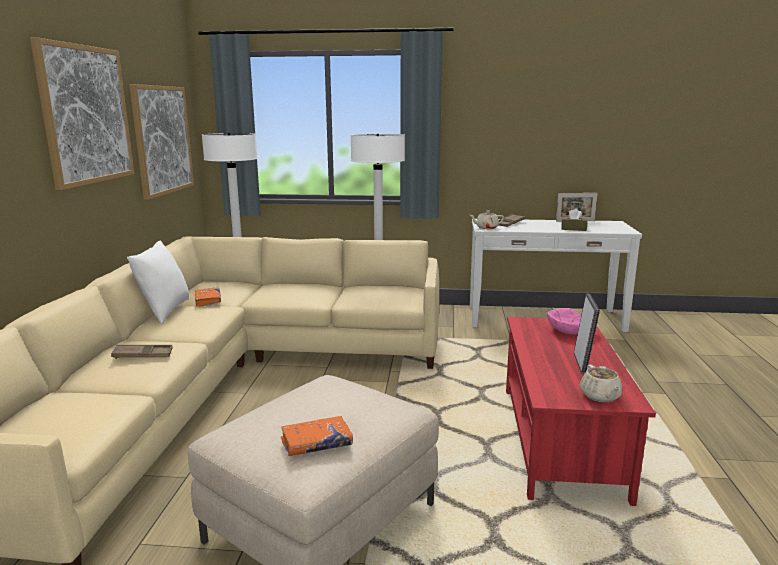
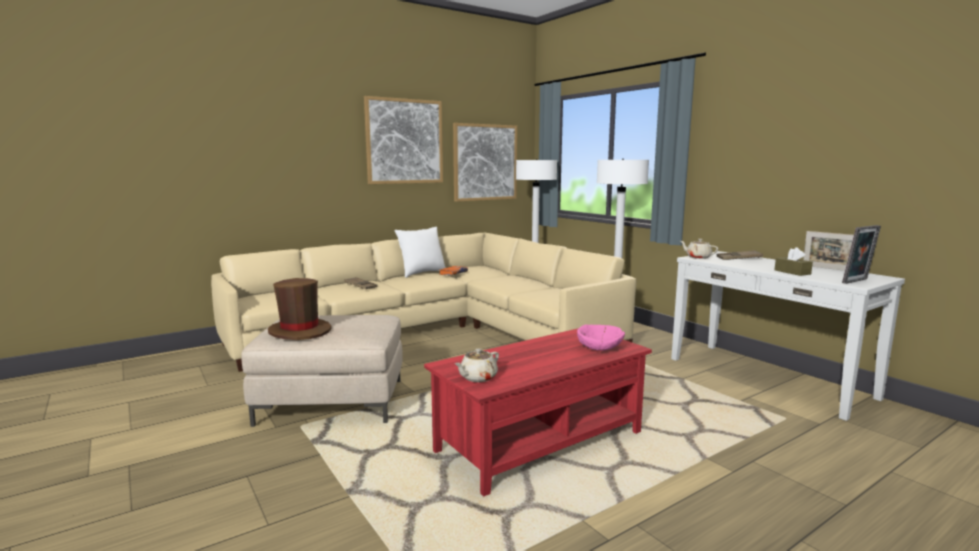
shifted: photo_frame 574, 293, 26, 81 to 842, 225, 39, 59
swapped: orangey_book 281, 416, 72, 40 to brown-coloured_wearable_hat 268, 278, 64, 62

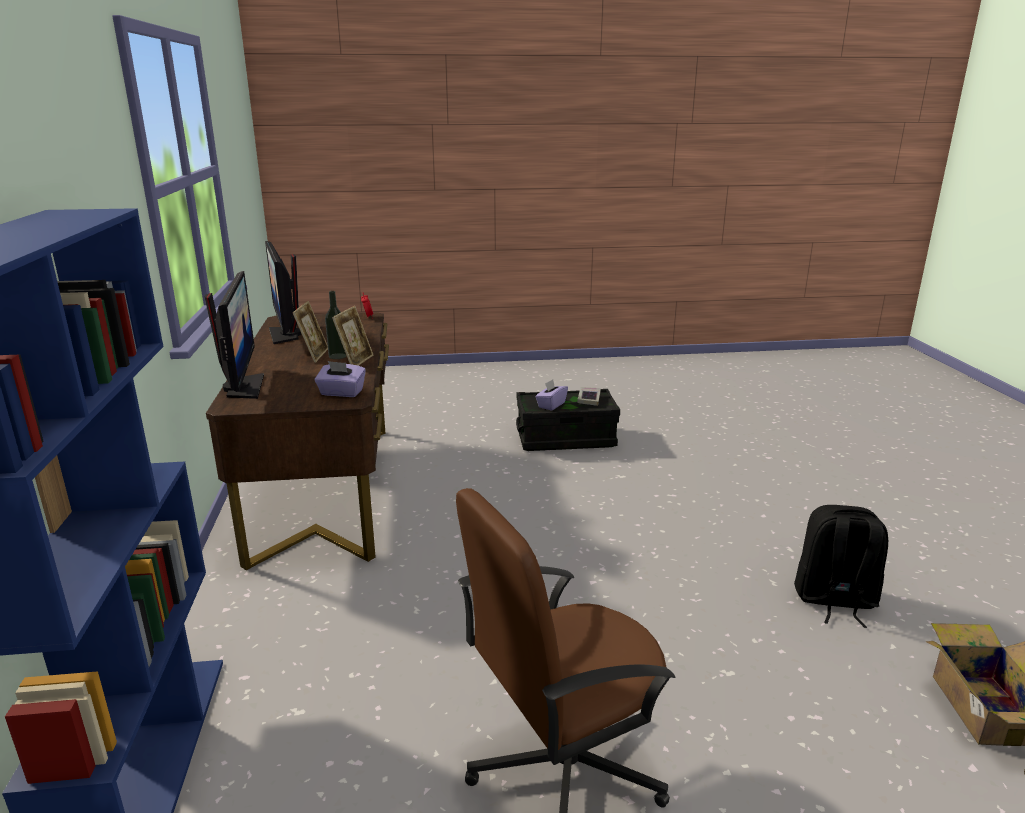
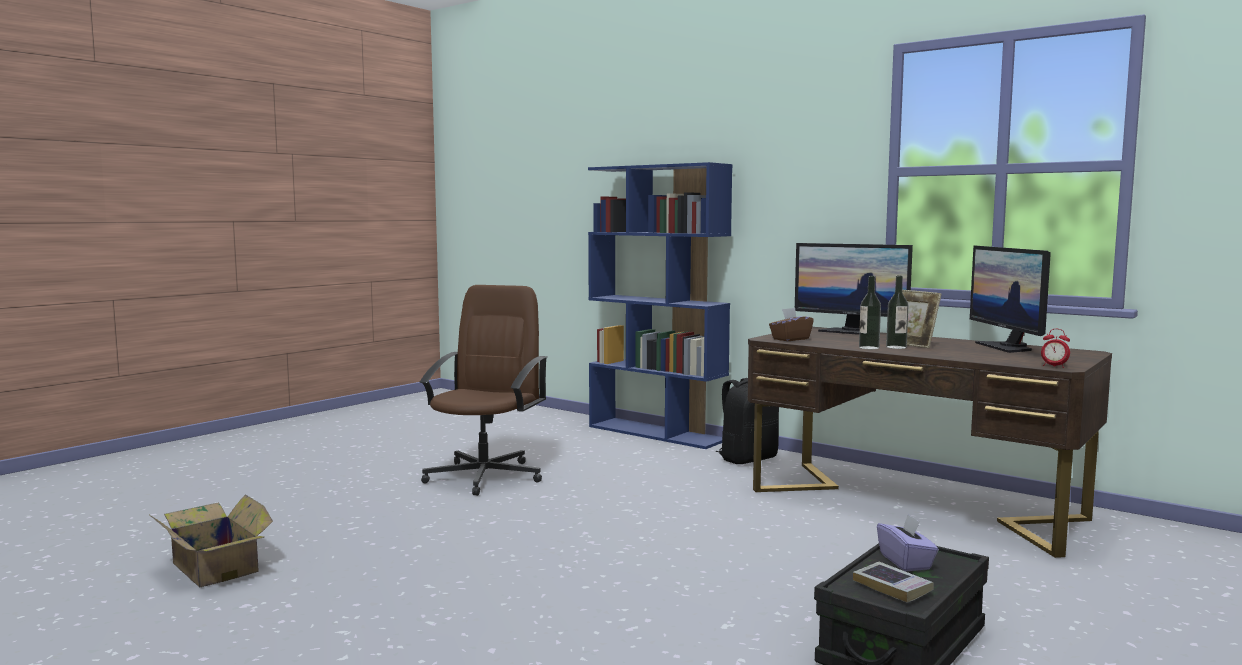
shifted: black-coloured_backpack 794, 505, 94, 123 to 716, 378, 63, 86
swapped: photo_frame 332, 306, 42, 60 to bottle 859, 276, 22, 73
repainted: purple_tissue_box 315, 361, 51, 36 to brown-coloured_tissue_box 769, 308, 45, 33
rotated: computer_display 265, 241, 36, 103 = 970, 246, 81, 107 120 degrees counterclockwise

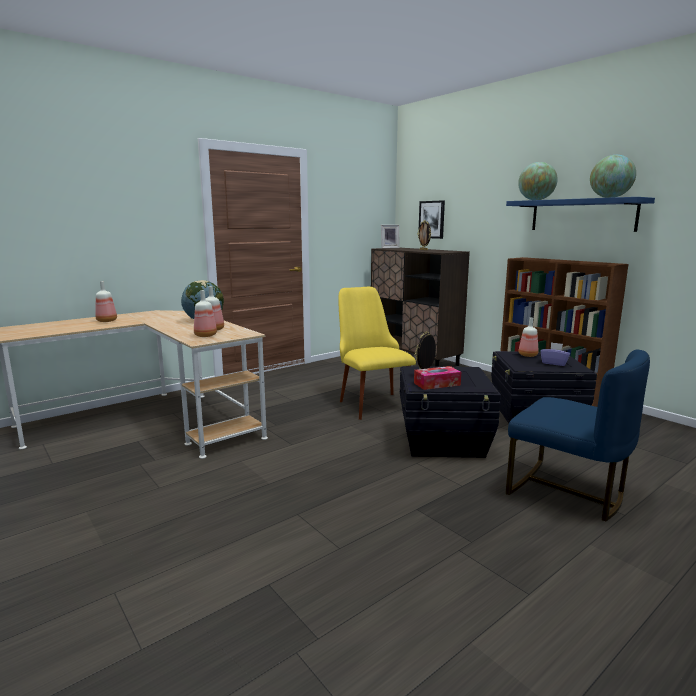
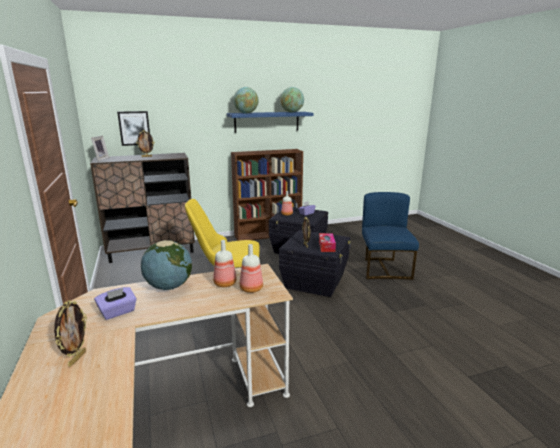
new: purple_tissue_box 94, 287, 43, 33
swapped: bottle 95, 281, 22, 41 to photo_frame 54, 300, 33, 67
rotated: bluish_chair 506, 350, 144, 172 = 362, 192, 57, 88 60 degrees counterclockwise

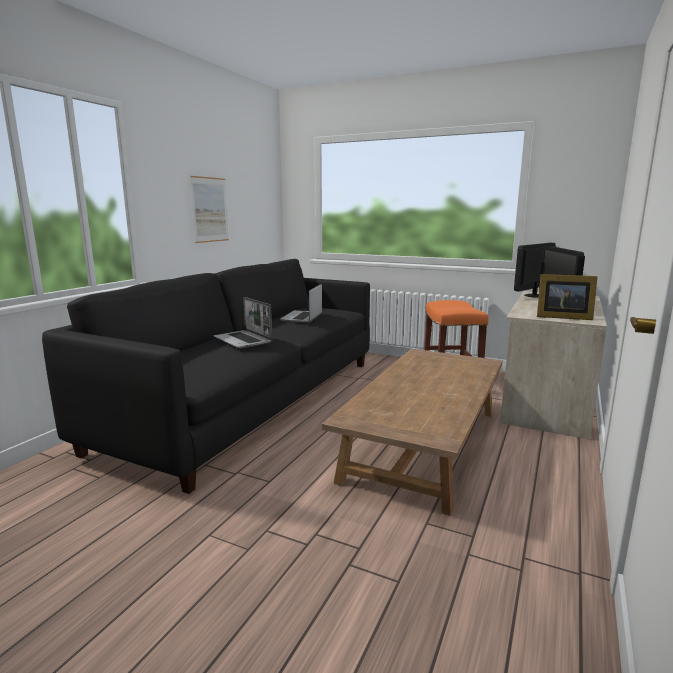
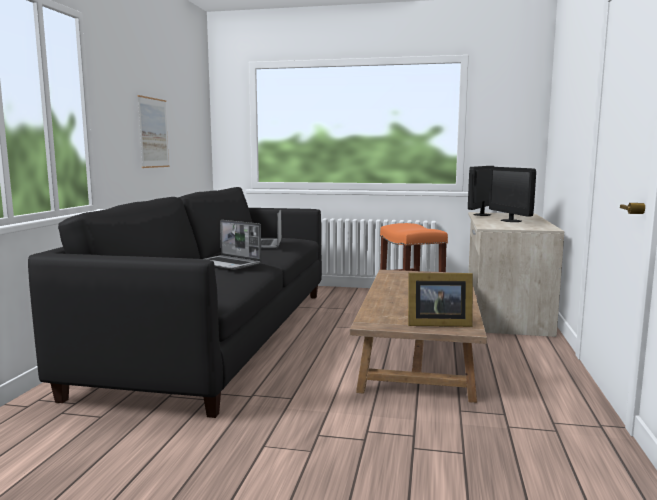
shifted: photo_frame 537, 274, 61, 46 to 408, 273, 65, 54

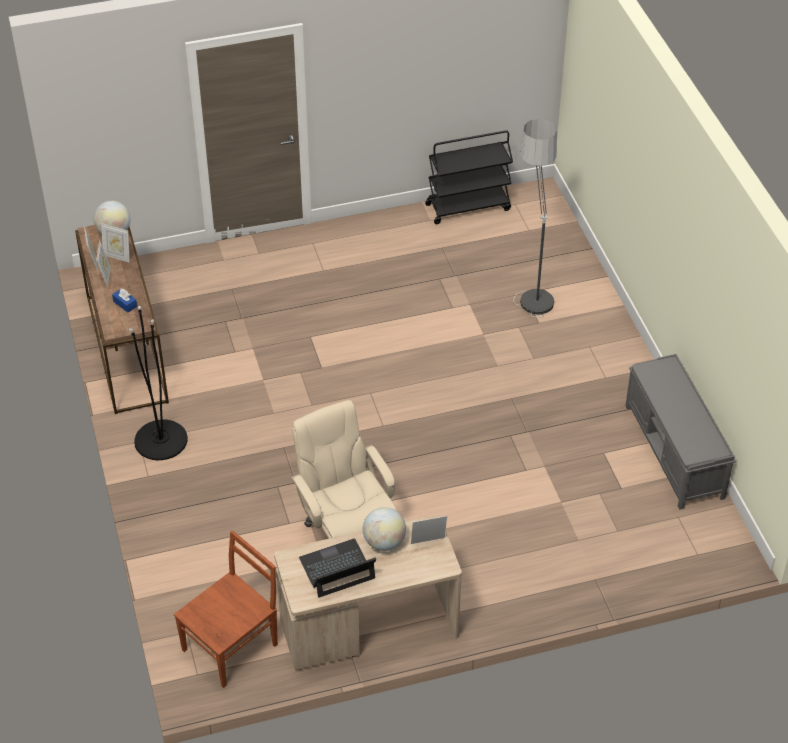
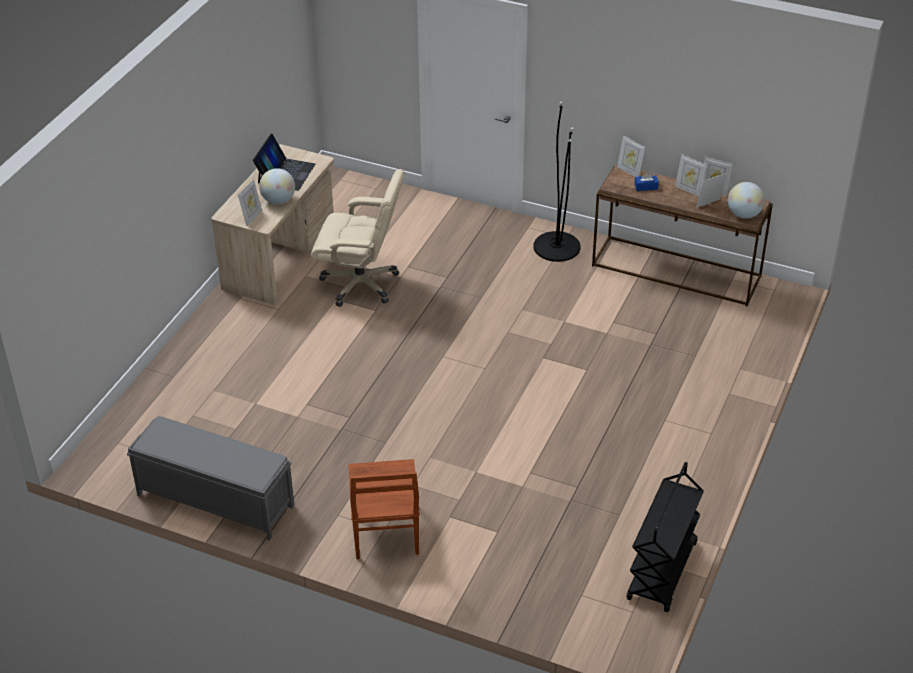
gone: standard_lamp 513, 119, 44, 199
new: photo_frame 617, 136, 28, 41
shifted: brown-coloured_chair 174, 530, 104, 158 to 348, 459, 72, 100

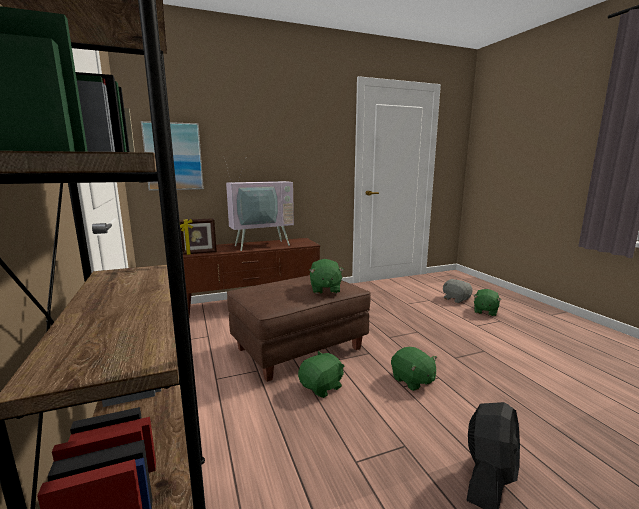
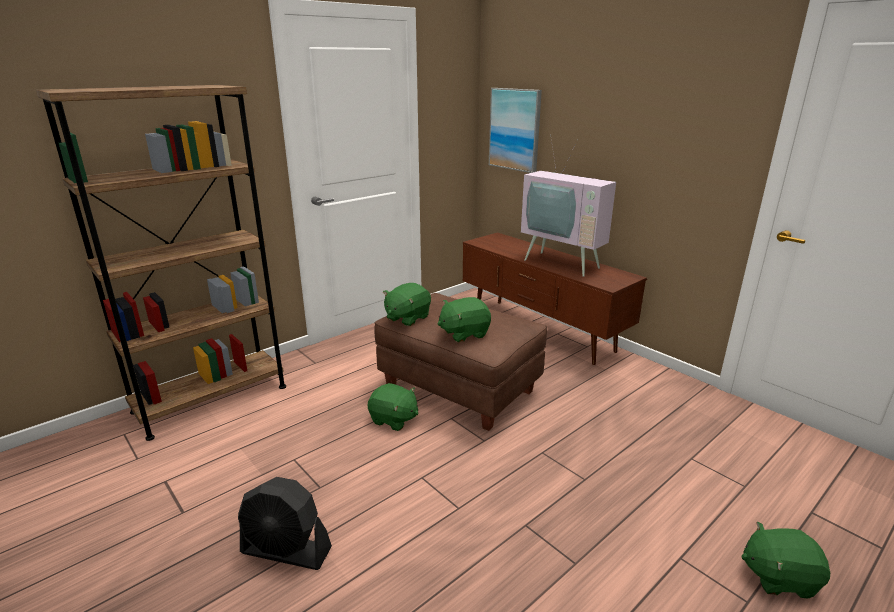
gone: photo_frame 179, 218, 38, 37; greyish_plush_toy 443, 279, 29, 24
shifted: green-coloured_plush_toy 391, 347, 46, 44 to 383, 283, 48, 43

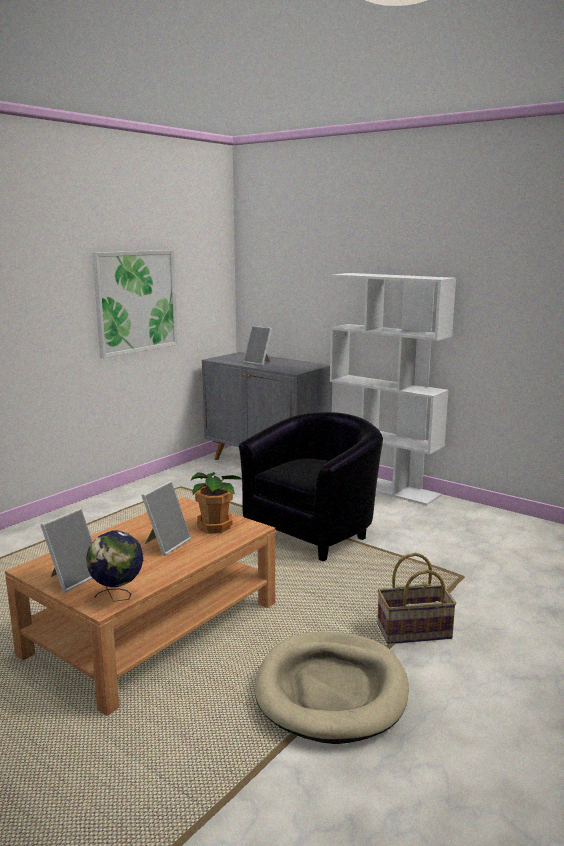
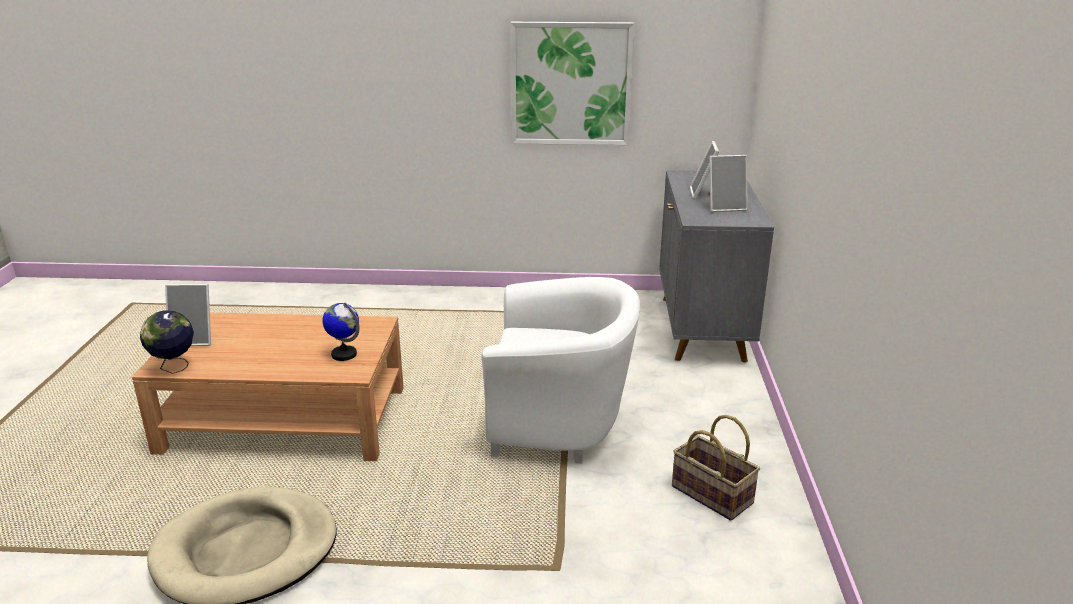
gone: white_shelving_unit 330, 273, 126, 233
shifted: photo_frame 141, 481, 50, 75 to 709, 155, 39, 57; storage_basket 377, 553, 80, 91 to 672, 415, 88, 106
swapped: houseplant 191, 472, 52, 61 to globe 322, 303, 37, 58
repainted: black-coloured_easy_chair 239, 412, 144, 150 to white_easy_chair 481, 277, 159, 187

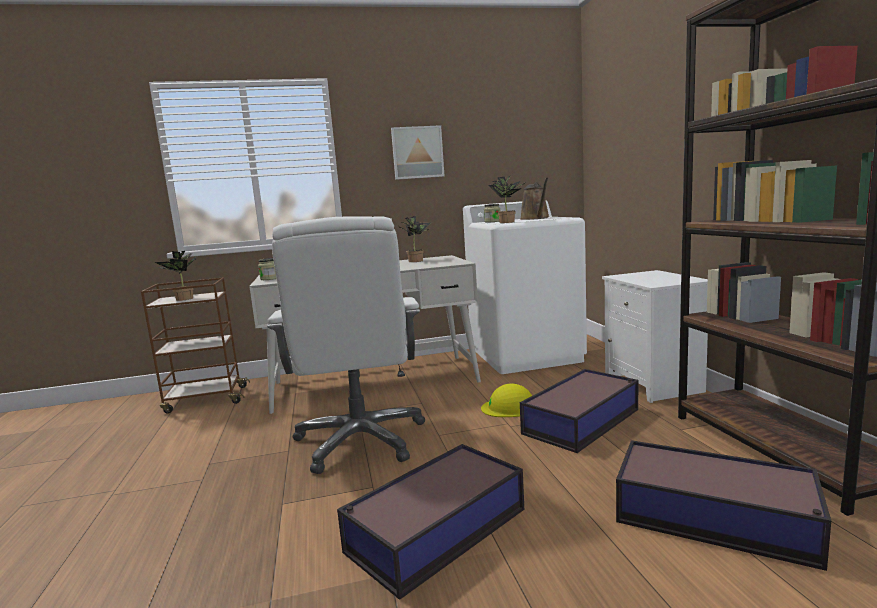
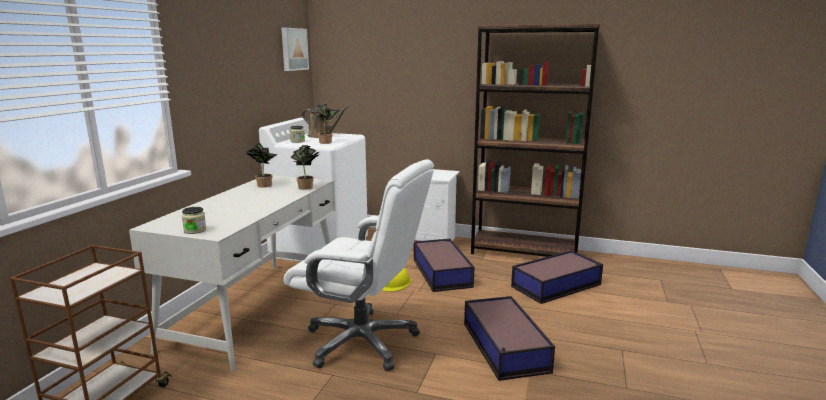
shifted: houseplant 155, 251, 42, 50 to 290, 145, 30, 45; wall_picture 391, 125, 53, 55 to 281, 28, 28, 43

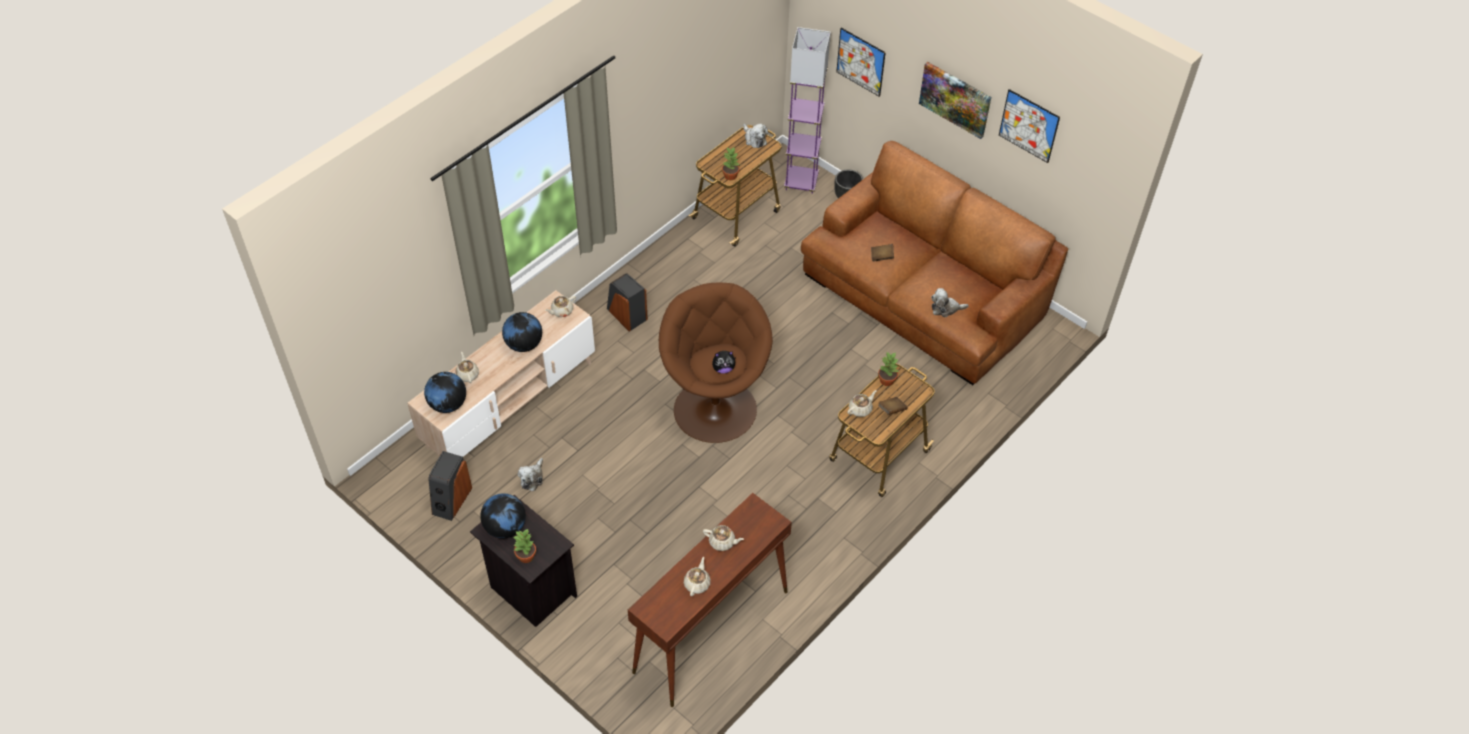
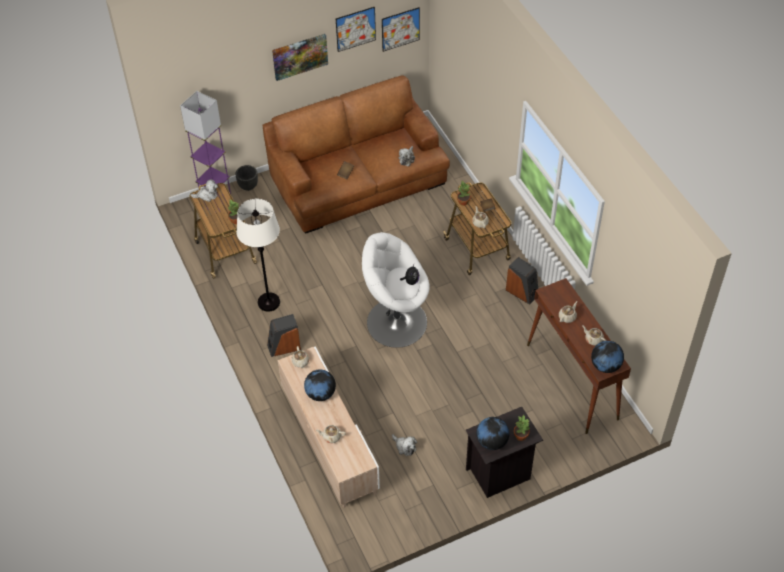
new: white_standard_lamp 236, 199, 44, 113
shifted: globe 424, 372, 42, 41 to 591, 341, 33, 32; audio_speaker 428, 451, 44, 70 to 506, 257, 32, 47; wall_picture 836, 28, 50, 69 to 382, 7, 38, 45
repainted: brown-coloured_easy_chair 659, 283, 114, 160 to white_easy_chair 362, 232, 68, 116

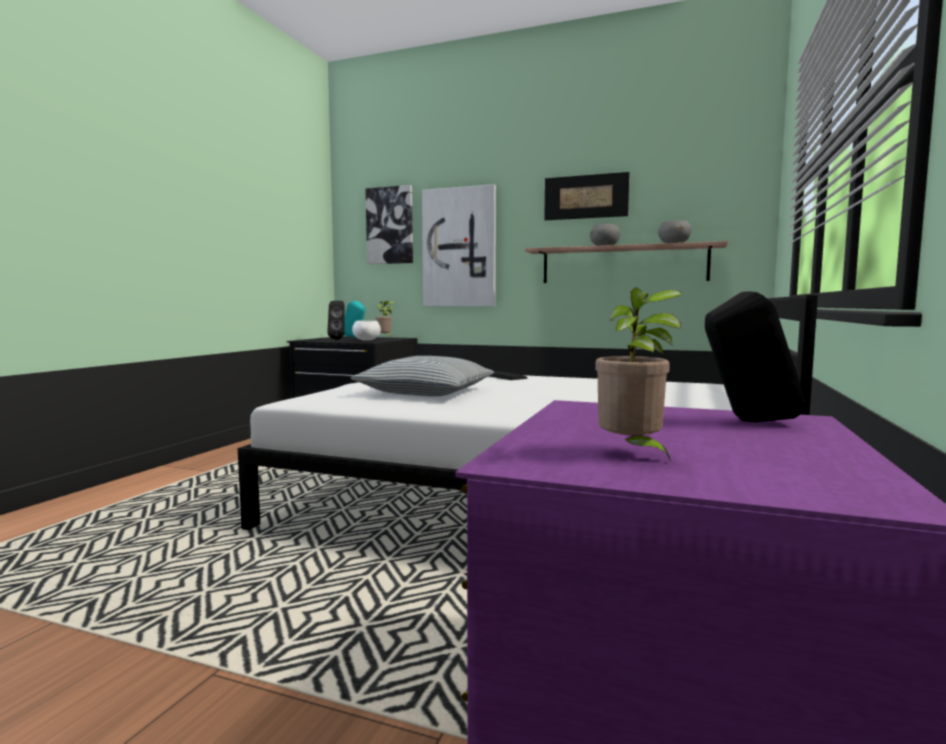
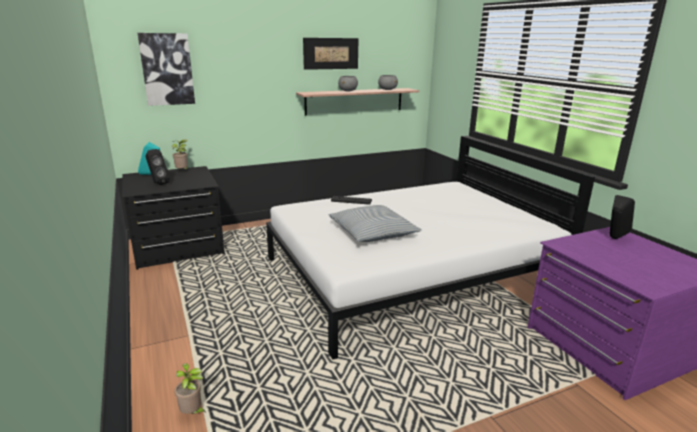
gone: white_bowl 352, 321, 29, 20; wall_picture 422, 184, 74, 123
shifted: houseplant 595, 288, 87, 173 to 175, 363, 31, 51

